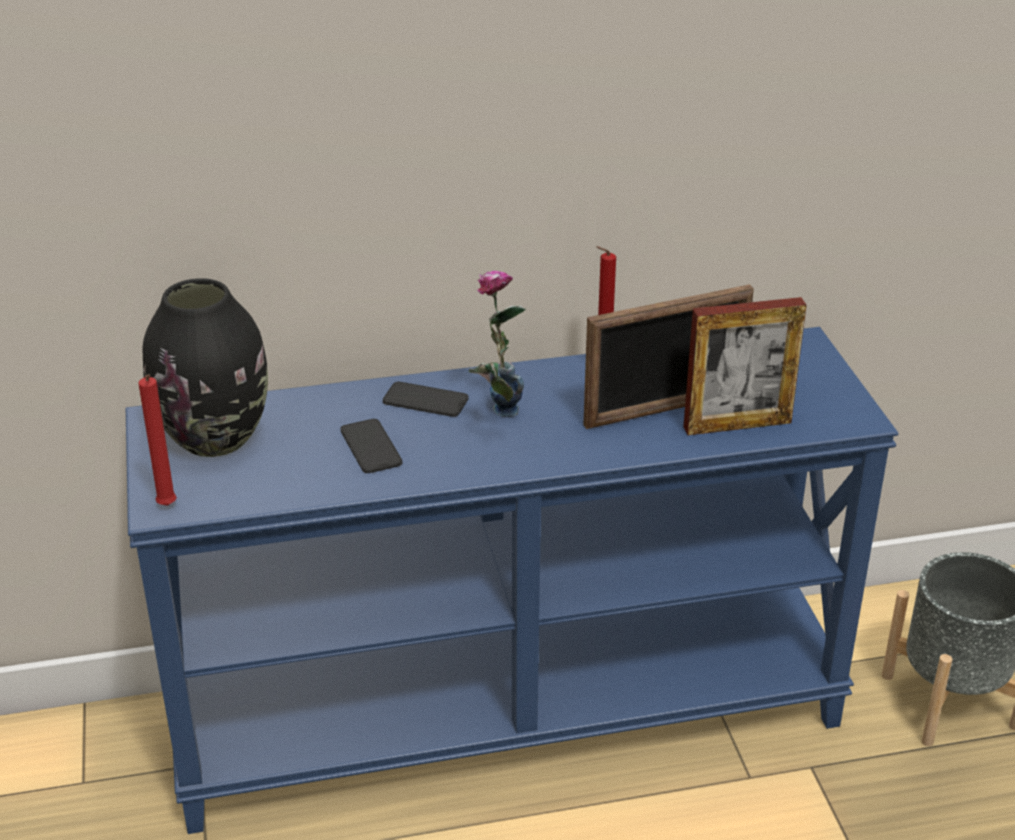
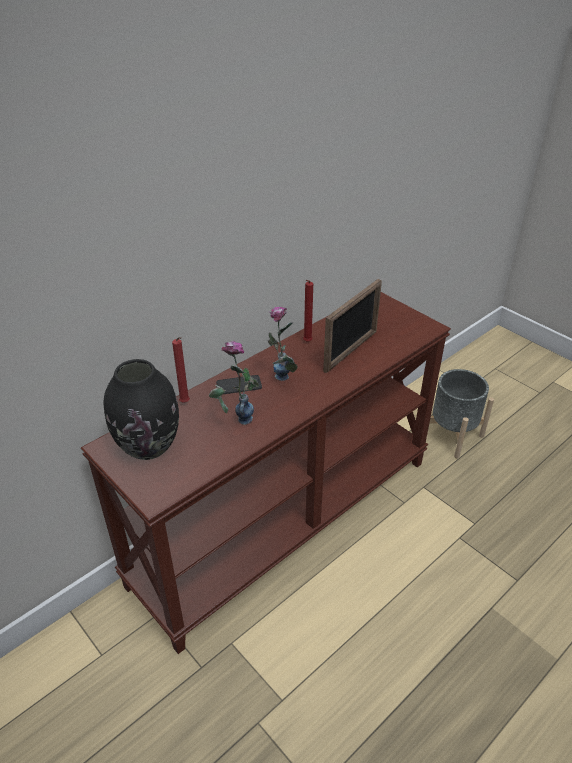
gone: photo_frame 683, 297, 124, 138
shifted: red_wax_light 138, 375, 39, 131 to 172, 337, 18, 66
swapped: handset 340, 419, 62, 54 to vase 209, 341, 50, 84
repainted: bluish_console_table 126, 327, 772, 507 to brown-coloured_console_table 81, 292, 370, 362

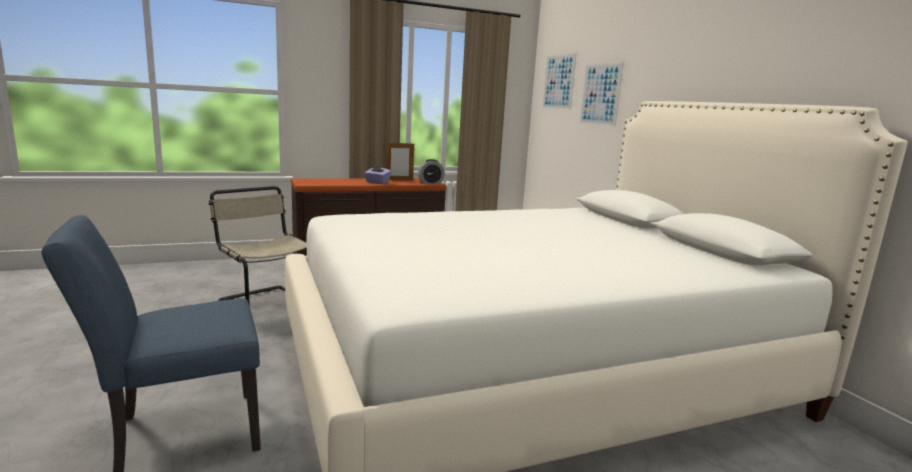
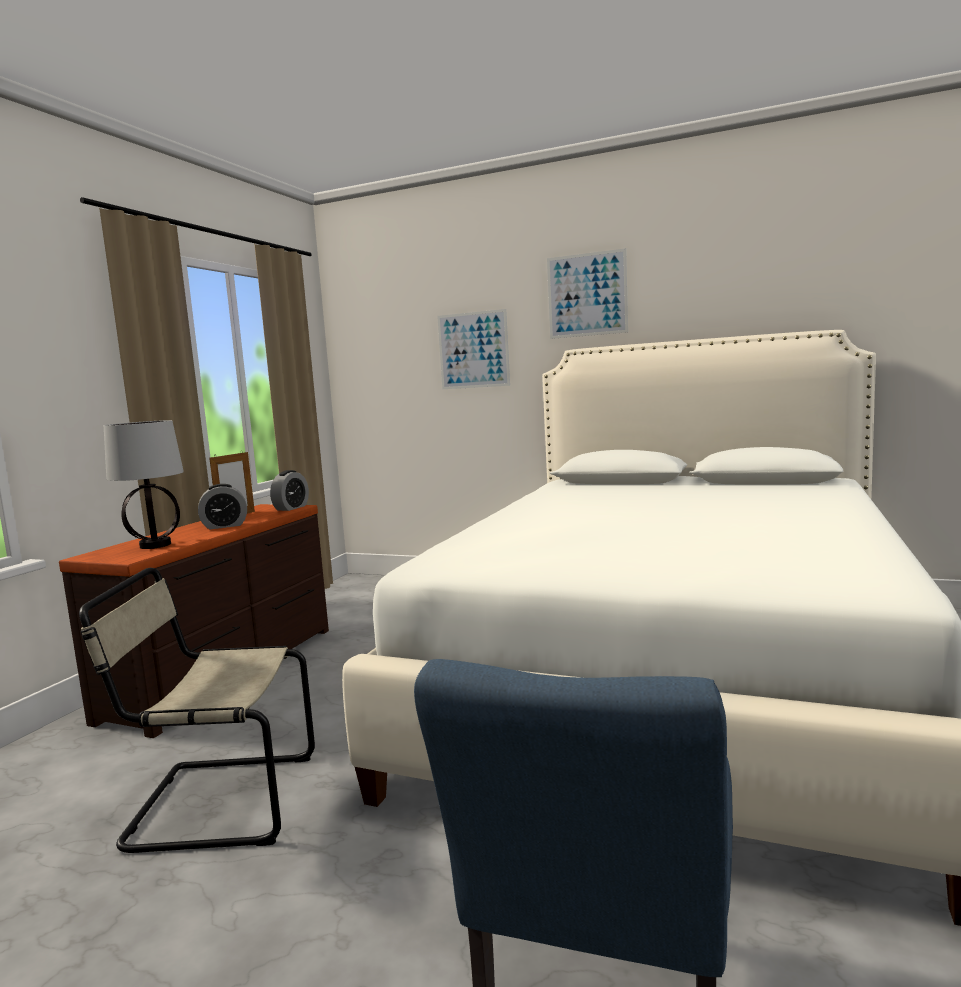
new: table_lamp 104, 420, 80, 129
shifted: wall_picture 542, 53, 35, 57 to 547, 248, 81, 91
swapped: purple_tissue_box 364, 164, 27, 20 to alarm_clock 198, 484, 49, 45

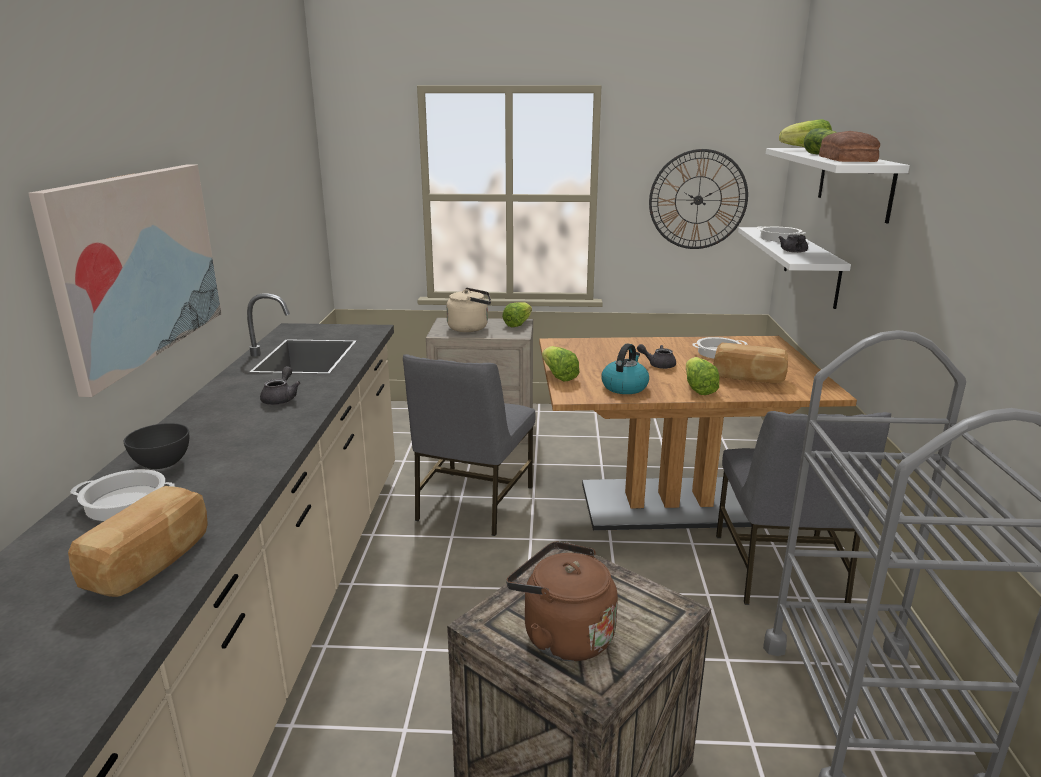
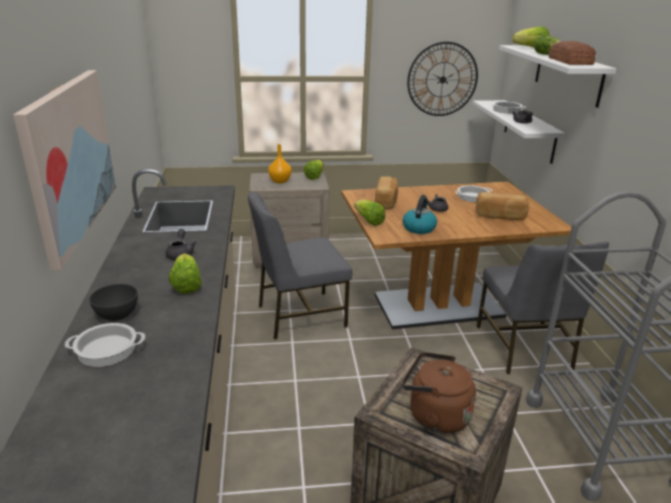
shifted: bakery_bread 68, 486, 140, 111 to 375, 176, 23, 33; lettuce_head 686, 357, 34, 38 to 168, 253, 34, 41
swapped: sand-coloured_kettle 446, 288, 45, 44 to orangey_vase 268, 144, 24, 39
rotated: greyish_chair 403, 354, 132, 182 = 248, 192, 104, 148 60 degrees clockwise

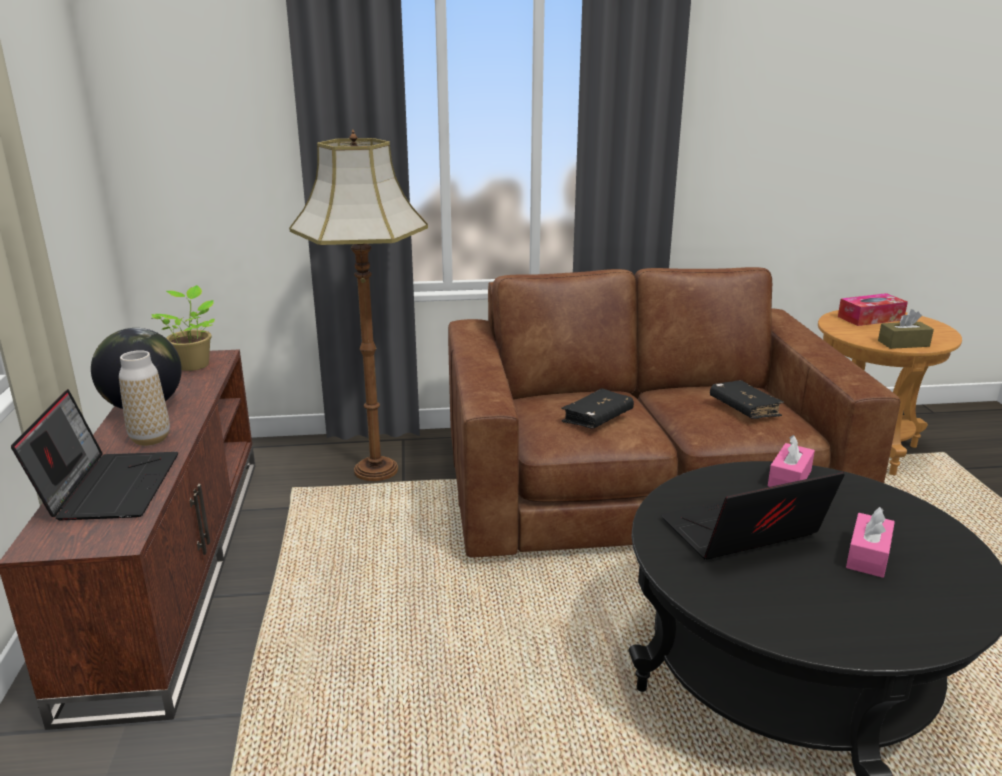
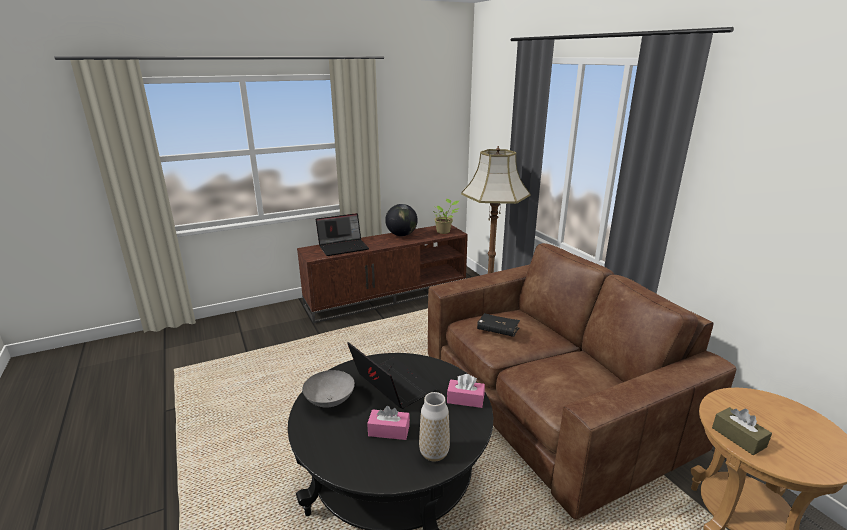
gone: black-coloured_book 710, 380, 74, 39; tissue_box 838, 293, 70, 33
new: greyish_bowl 302, 370, 53, 38
shifted: vase 119, 350, 51, 96 to 419, 392, 31, 70

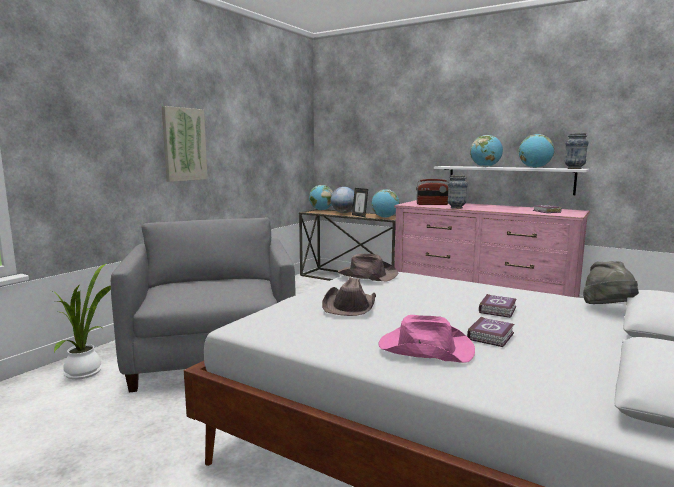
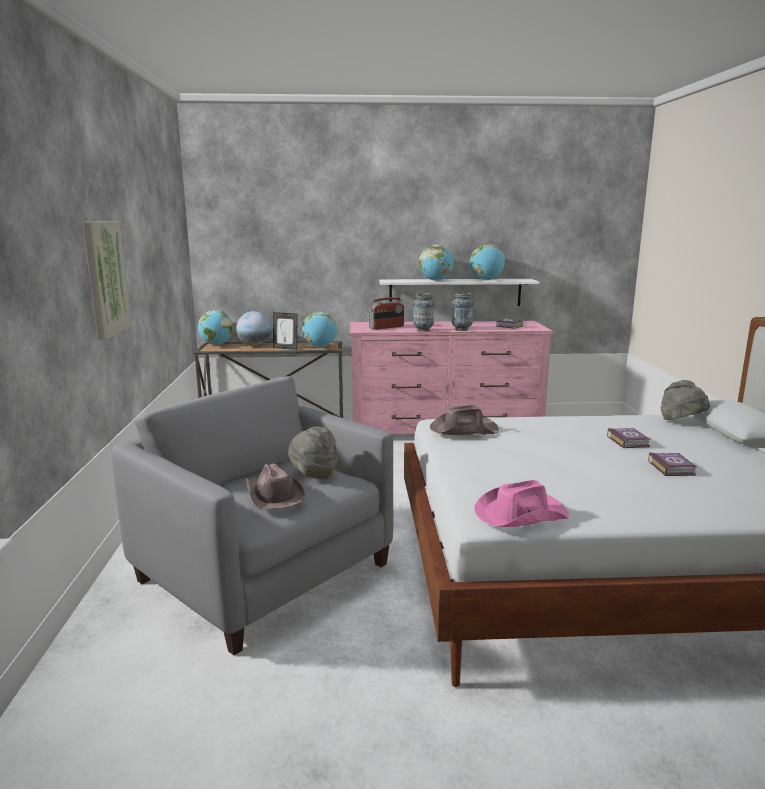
gone: houseplant 51, 263, 60, 117
new: greyish_wearable_hat 288, 427, 50, 52
shifted: brown-coloured_wearable_hat 322, 277, 54, 39 to 246, 463, 59, 47; pinkish_wearable_hat 378, 315, 97, 48 to 474, 480, 95, 47; vase 565, 133, 24, 36 to 452, 292, 22, 39

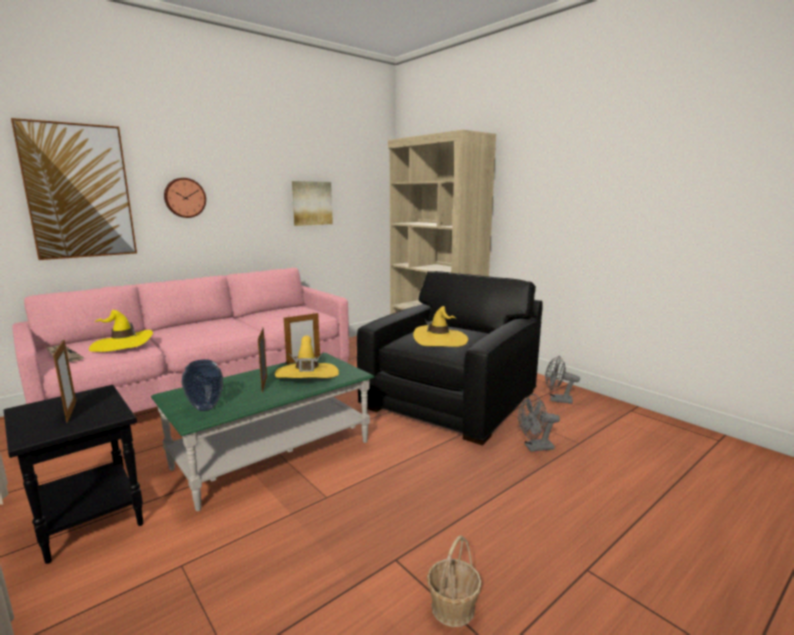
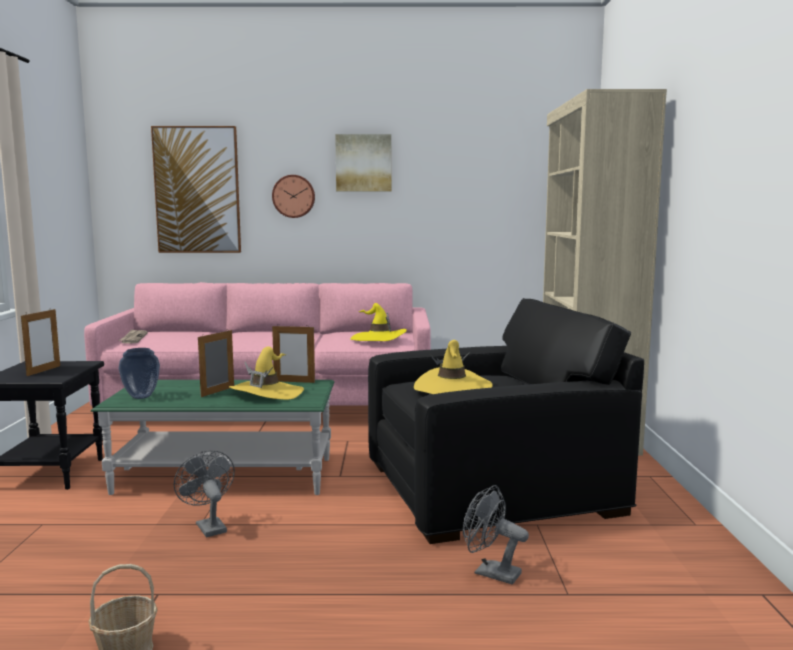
shifted: yellowish_wearable_hat 89, 310, 64, 42 to 350, 303, 57, 38; wall_picture 292, 181, 41, 45 to 335, 134, 56, 57; greyish_fan 545, 356, 35, 48 to 174, 450, 61, 87

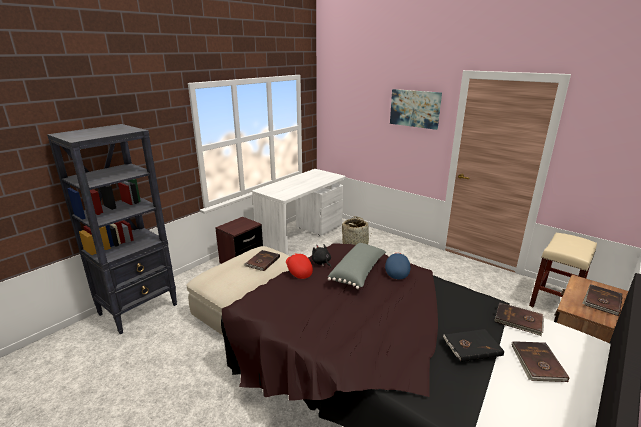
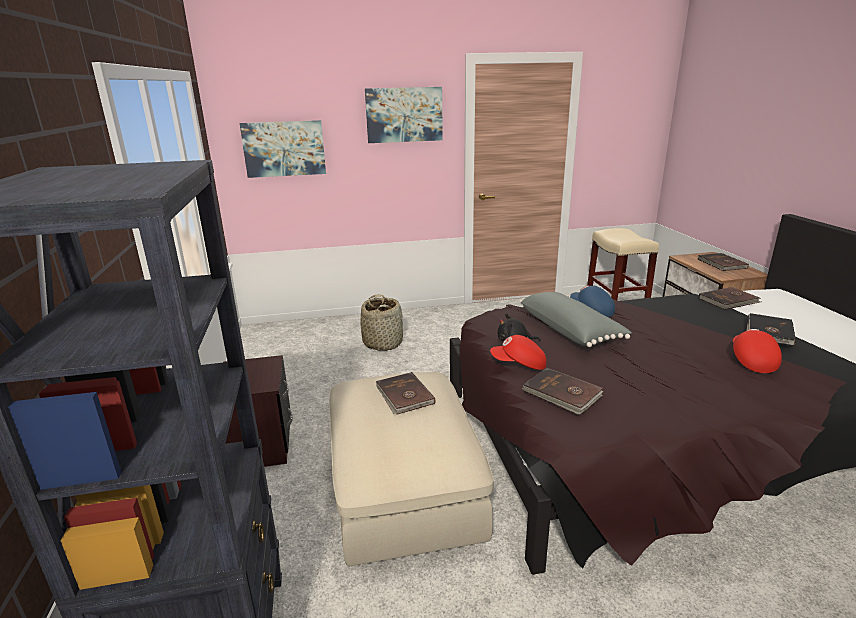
gone: white_desk 252, 169, 94, 86
new: wall_picture 239, 120, 87, 58; red_peaked_cap 733, 329, 49, 44
shifted: brown-coloured_book 512, 341, 57, 41 to 522, 367, 81, 48

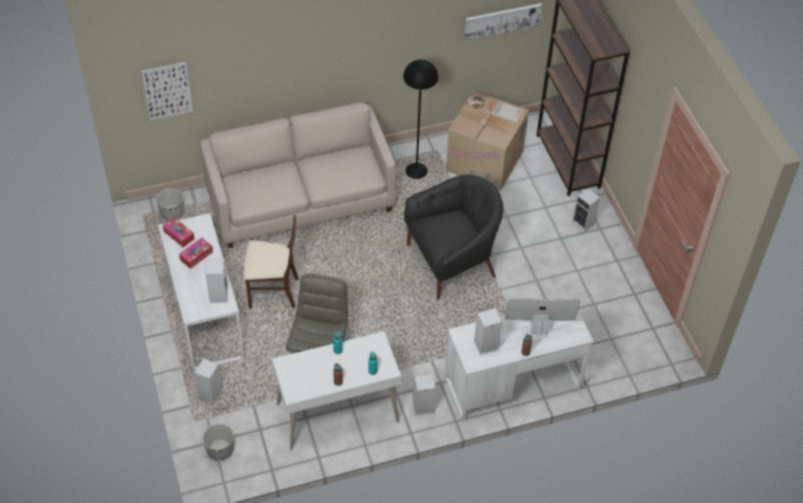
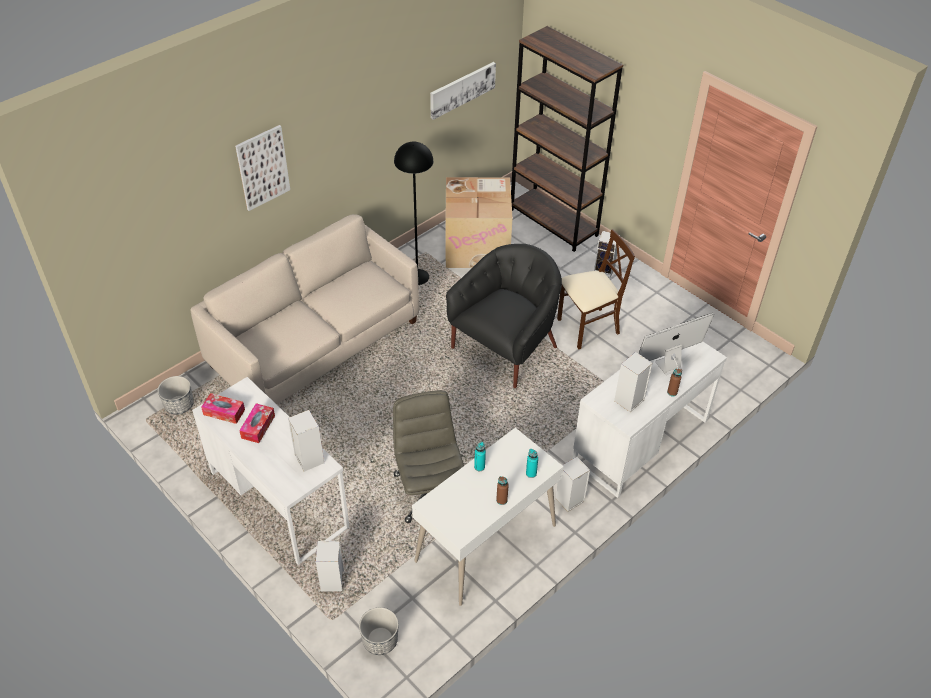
shifted: wall_picture 141, 62, 52, 58 to 235, 125, 55, 86; sand-coloured_chair 243, 215, 56, 94 to 557, 229, 78, 121

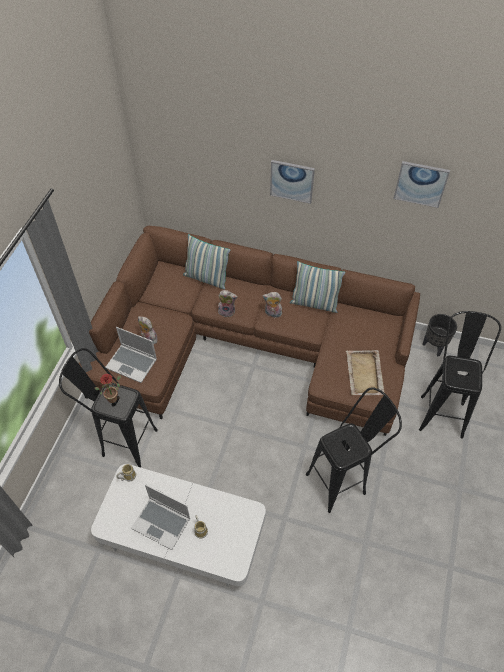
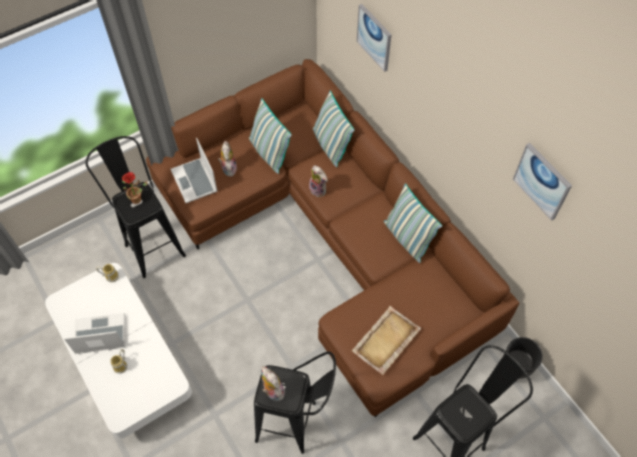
new: pillow 249, 98, 43, 76
shifted: plush_toy 263, 292, 19, 26 to 261, 366, 24, 35; wall_picture 270, 160, 45, 44 to 357, 4, 35, 68
rotated: portable_computer 131, 484, 59, 66 = 64, 313, 61, 41 105 degrees clockwise

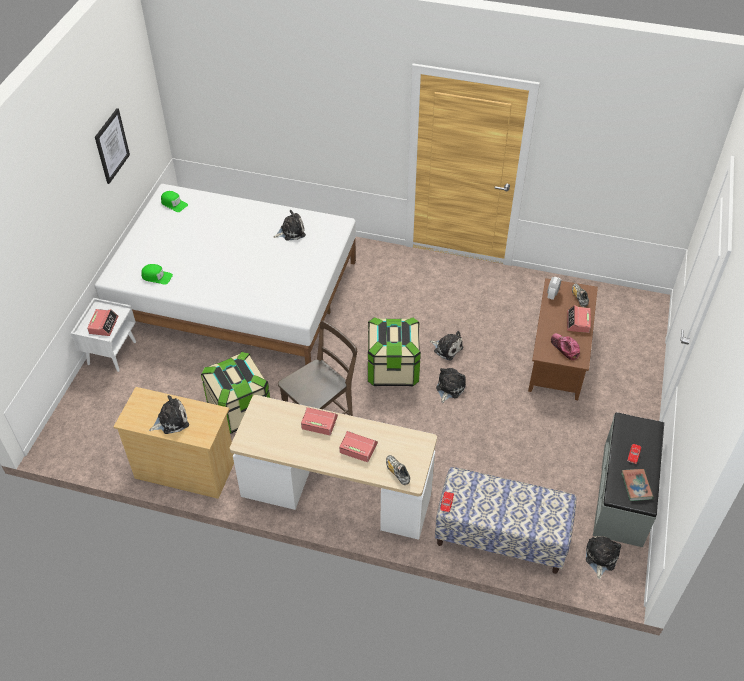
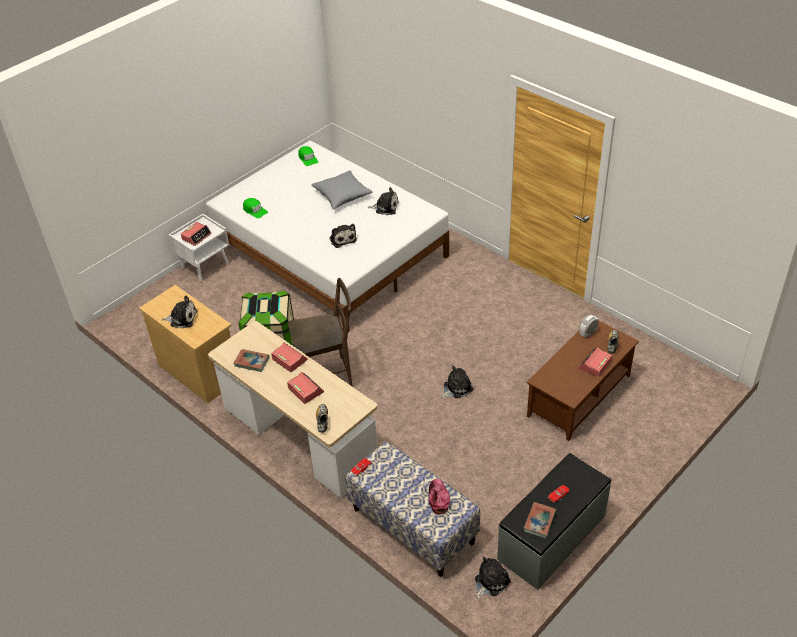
gone: wall_picture 95, 108, 35, 76; storage_container 368, 317, 53, 69
new: book 233, 349, 36, 23; greyish_pillow 311, 170, 62, 39
shifted: plush_toy 430, 331, 33, 30 to 329, 224, 28, 24; peaked_cap 551, 333, 29, 27 to 429, 479, 21, 36

